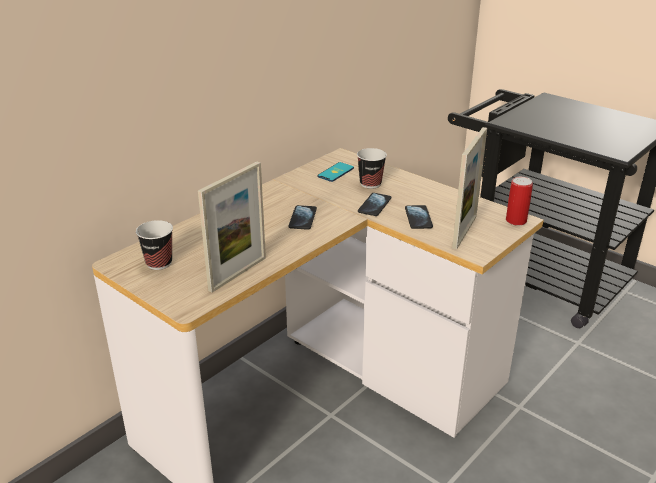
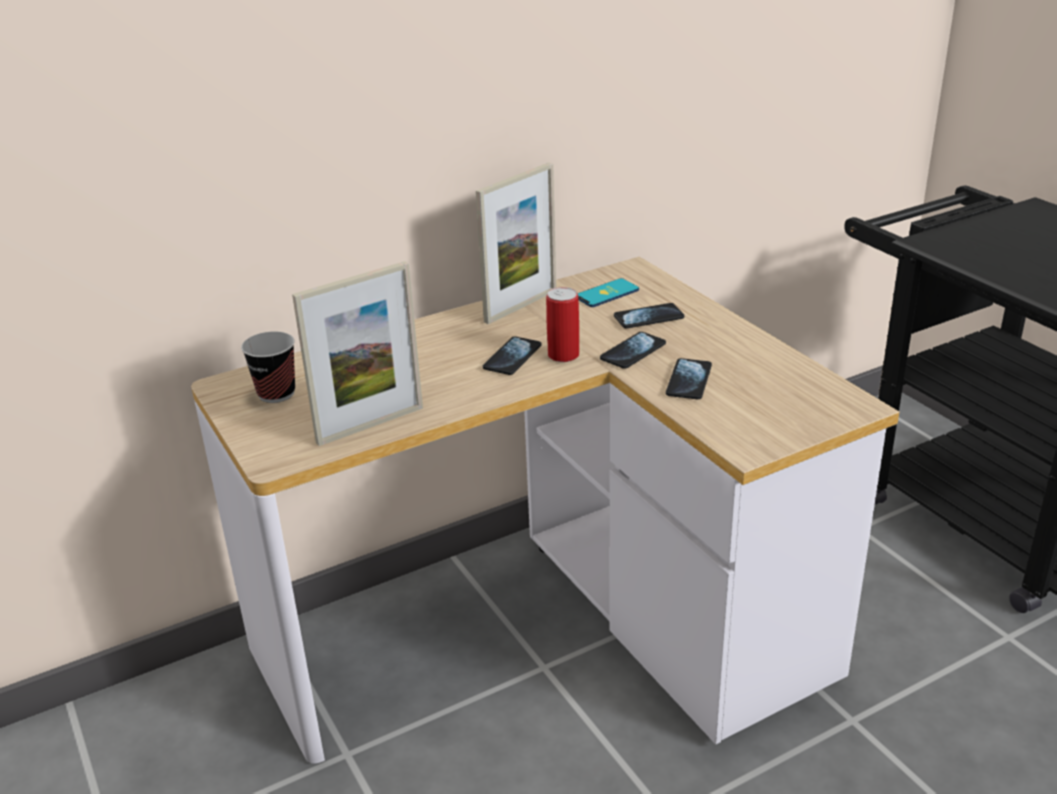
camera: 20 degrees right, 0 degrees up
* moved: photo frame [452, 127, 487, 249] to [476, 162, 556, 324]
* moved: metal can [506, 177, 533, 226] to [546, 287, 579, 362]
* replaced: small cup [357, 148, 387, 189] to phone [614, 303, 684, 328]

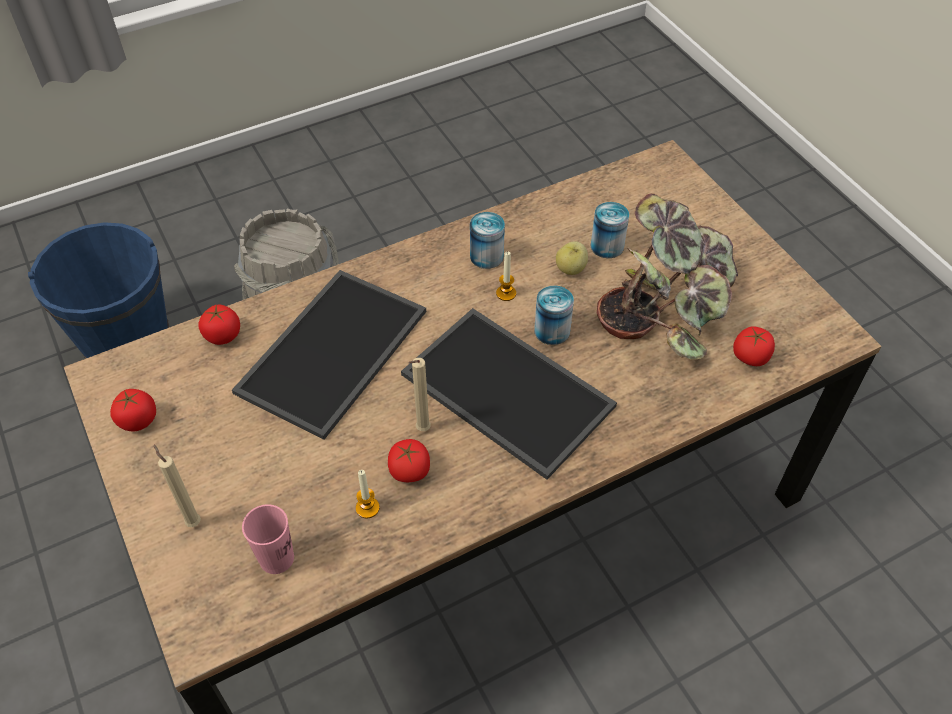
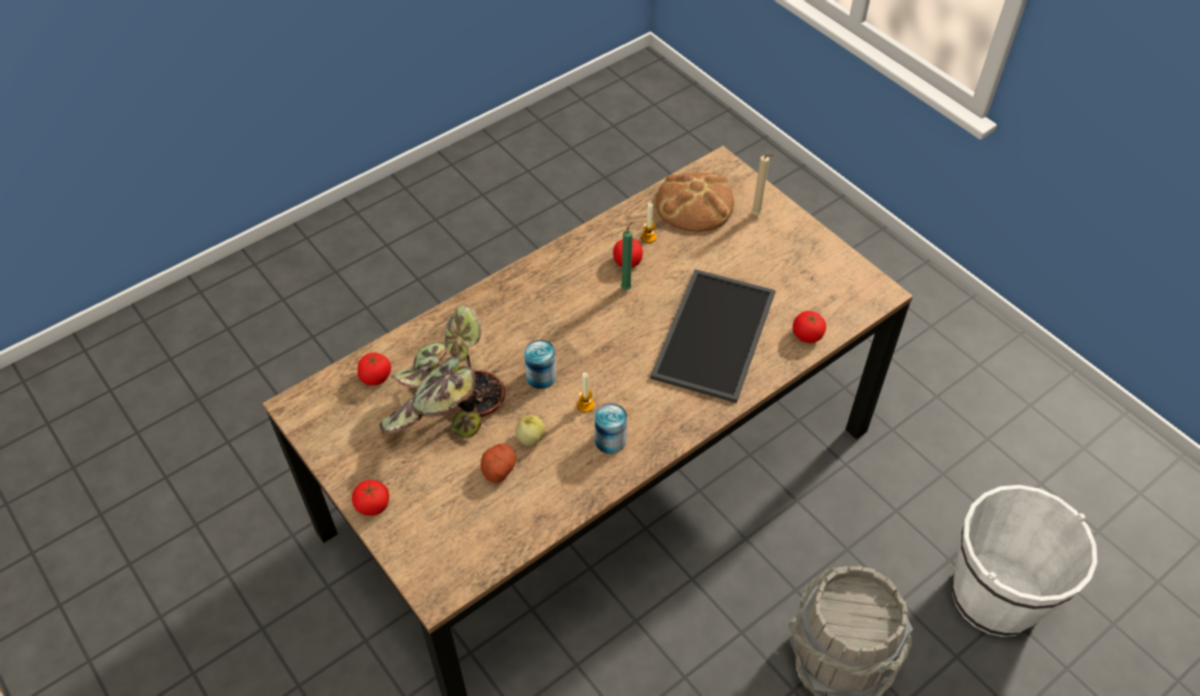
camera: 170 degrees right, 0 degrees up
* moved: tomato [110, 389, 156, 432] to [352, 480, 389, 516]
* replaced: metal can [591, 202, 629, 258] to potato [481, 444, 516, 483]
* recoloured: beige candle [409, 358, 431, 431] to greenish candle [621, 221, 633, 290]
* replaced: pinkish small cup [242, 504, 294, 574] to bread [656, 172, 734, 232]
* recoloured: blue bucket [28, 222, 169, 359] to white bucket [952, 485, 1097, 637]
* removed: tray [401, 308, 617, 480]

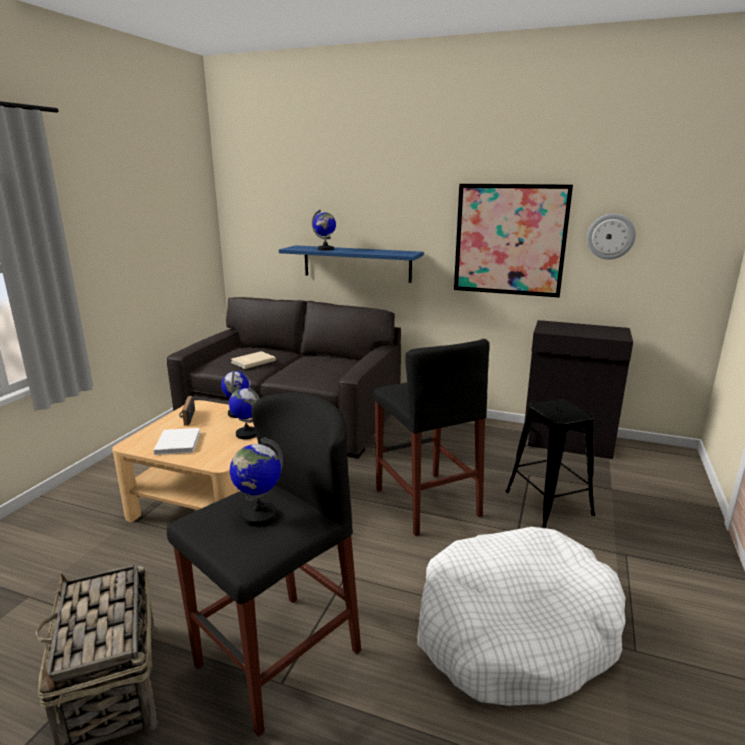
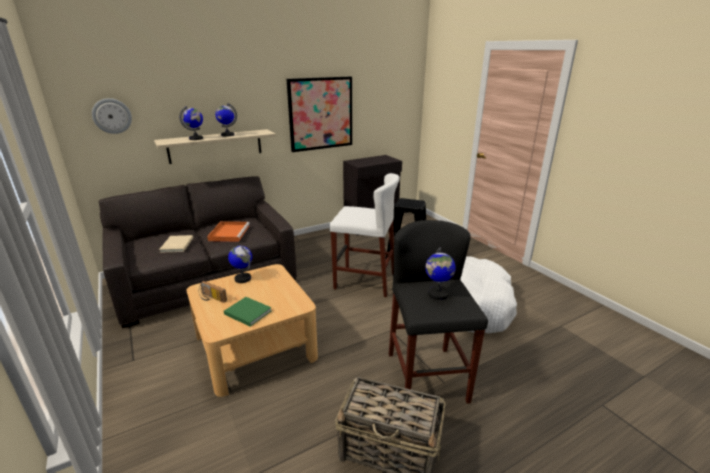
camera: 50 degrees left, 5 degrees up
* moved: hanging clock [587, 213, 636, 259] to [92, 98, 132, 134]
* recoloured: blue wall shelf [279, 245, 424, 283] to beige wall shelf [154, 129, 276, 164]
* added: orange tray [207, 221, 250, 242]
* moved: world globe [229, 387, 260, 439] to [215, 103, 237, 137]
* recoloured: white volume [154, 428, 200, 455] to greenish volume [224, 297, 272, 327]
* recoloured: blackish stool seat [373, 339, 490, 536] to white stool seat [329, 173, 400, 297]

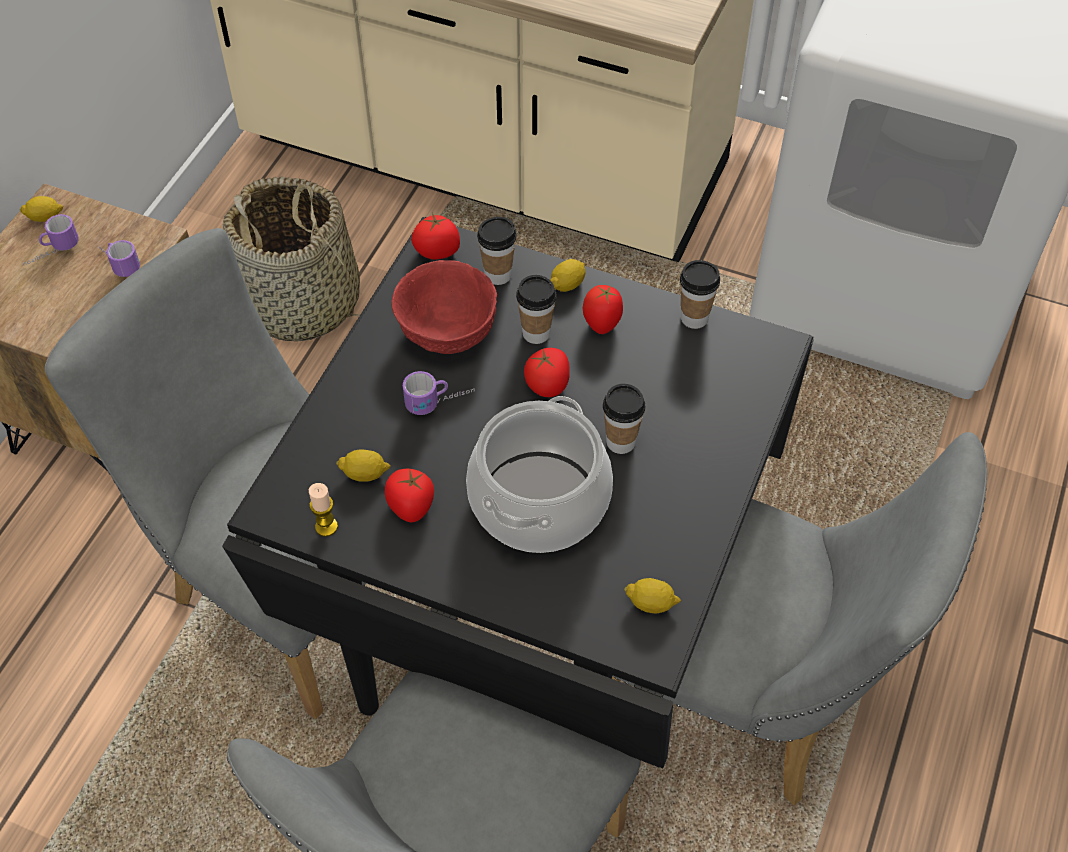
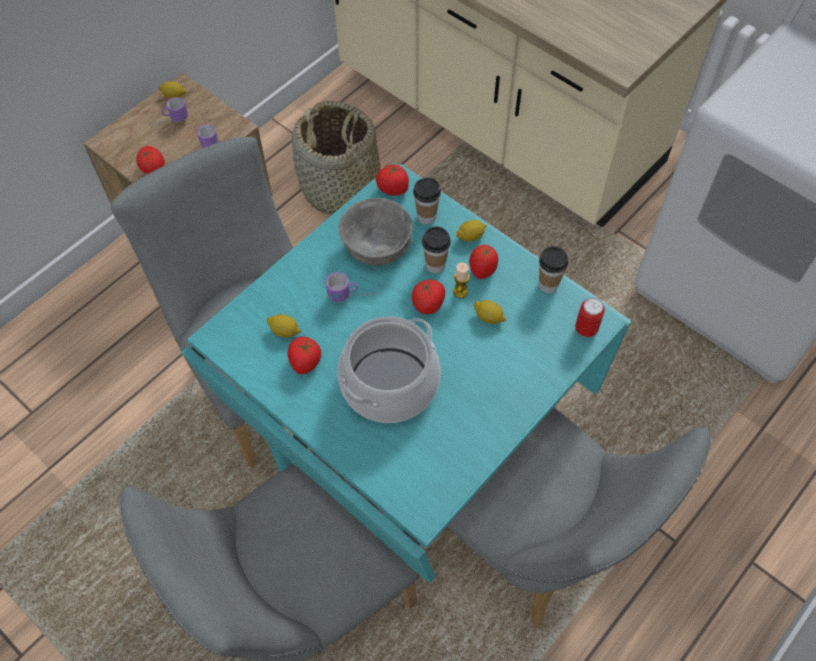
camera: 20 degrees right, 5 degrees up
* added: tomato [136, 146, 165, 174]
* recoloured: blackish dining table [222, 217, 814, 768] to turquoise dining table [182, 162, 631, 583]
* recoloured: red-coloured serving bowl [391, 260, 497, 354] to greyish serving bowl [339, 198, 413, 265]
* moved: candle [309, 483, 338, 537] to [453, 262, 470, 298]
* moved: lemon [624, 578, 681, 613] to [474, 300, 506, 324]
* added: metal can [575, 298, 605, 337]
* removed: small cup [603, 384, 646, 454]

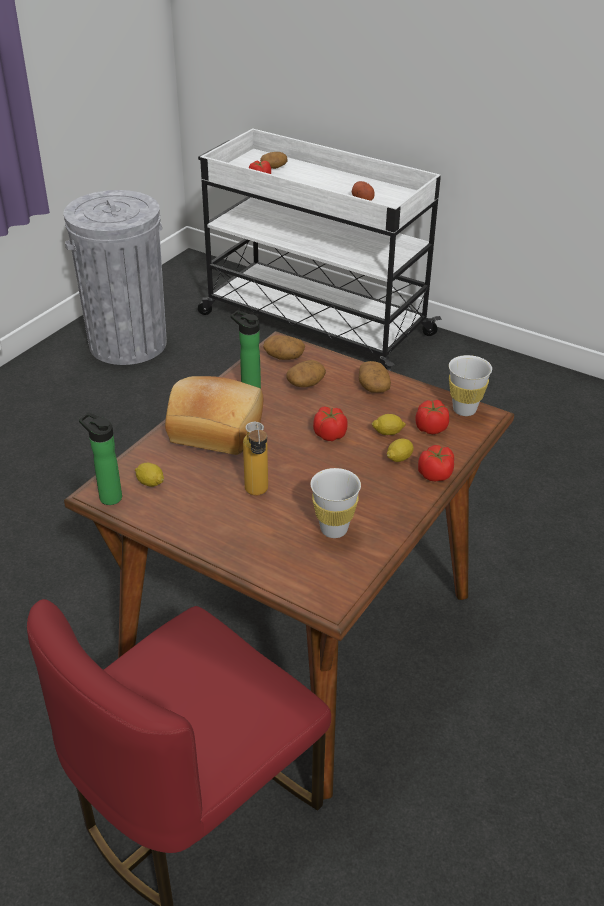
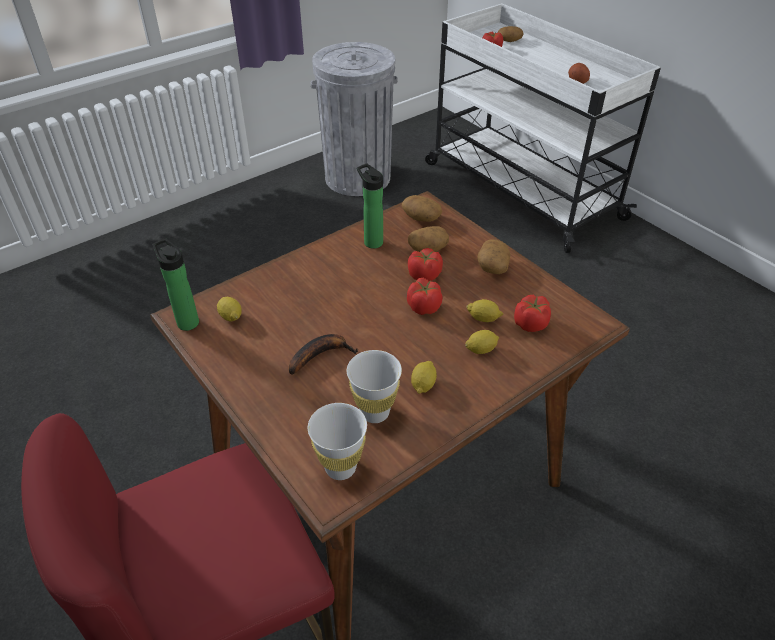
camera: 20 degrees right, 5 degrees up
* replaced: drink bottle [243, 422, 268, 495] to banana fruit [289, 334, 358, 375]
* moved: white small cup [449, 355, 492, 416] to [308, 403, 367, 480]
* moved: tomato [418, 445, 454, 481] to [408, 248, 443, 281]
* added: lemon [411, 361, 437, 394]
* removed: bread [165, 376, 263, 455]

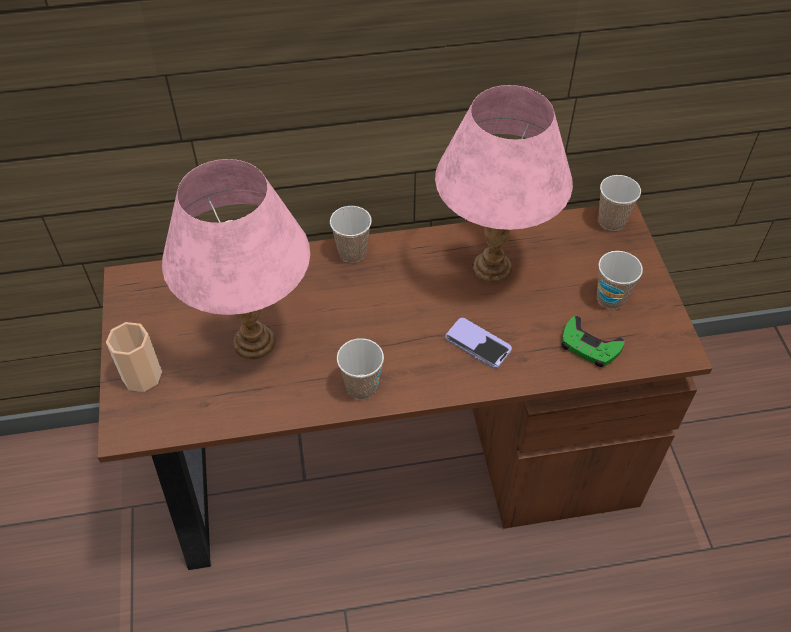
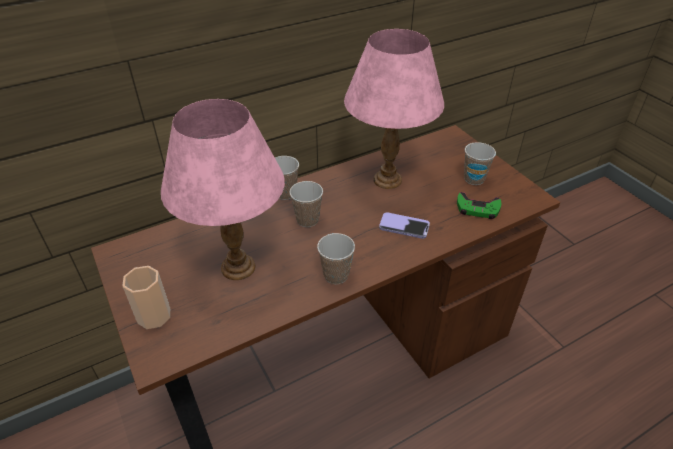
camera: 20 degrees left, 10 degrees down
* moved: small cup [598, 175, 641, 231] to [289, 181, 323, 227]

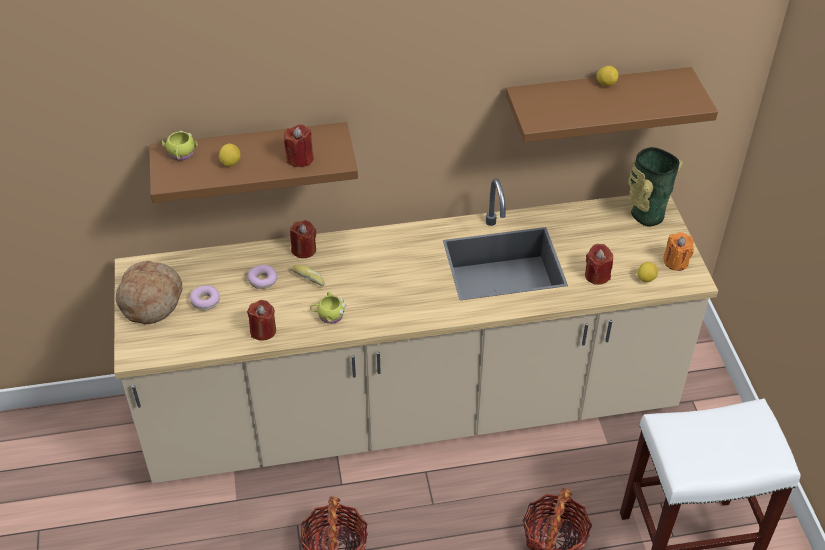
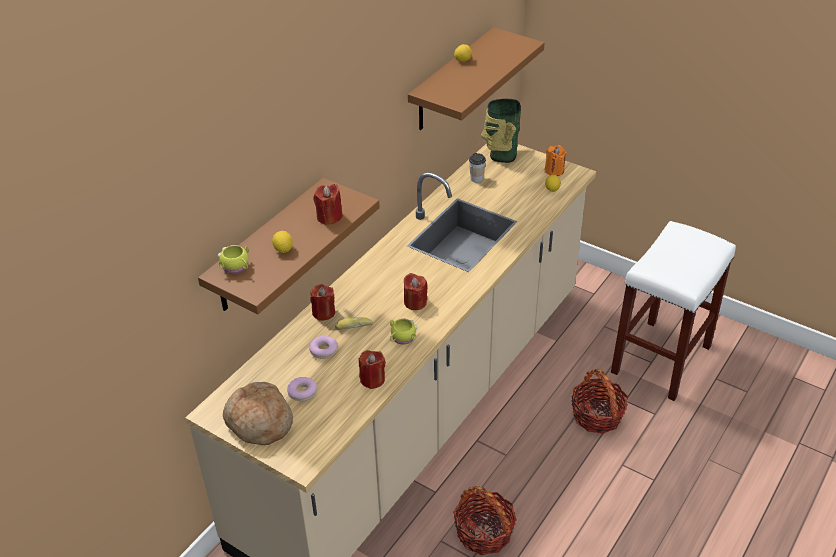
camera: 45 degrees left, 5 degrees down
* moved: red-coloured candle [585, 244, 613, 285] to [404, 273, 427, 310]
* added: small cup [469, 153, 486, 183]

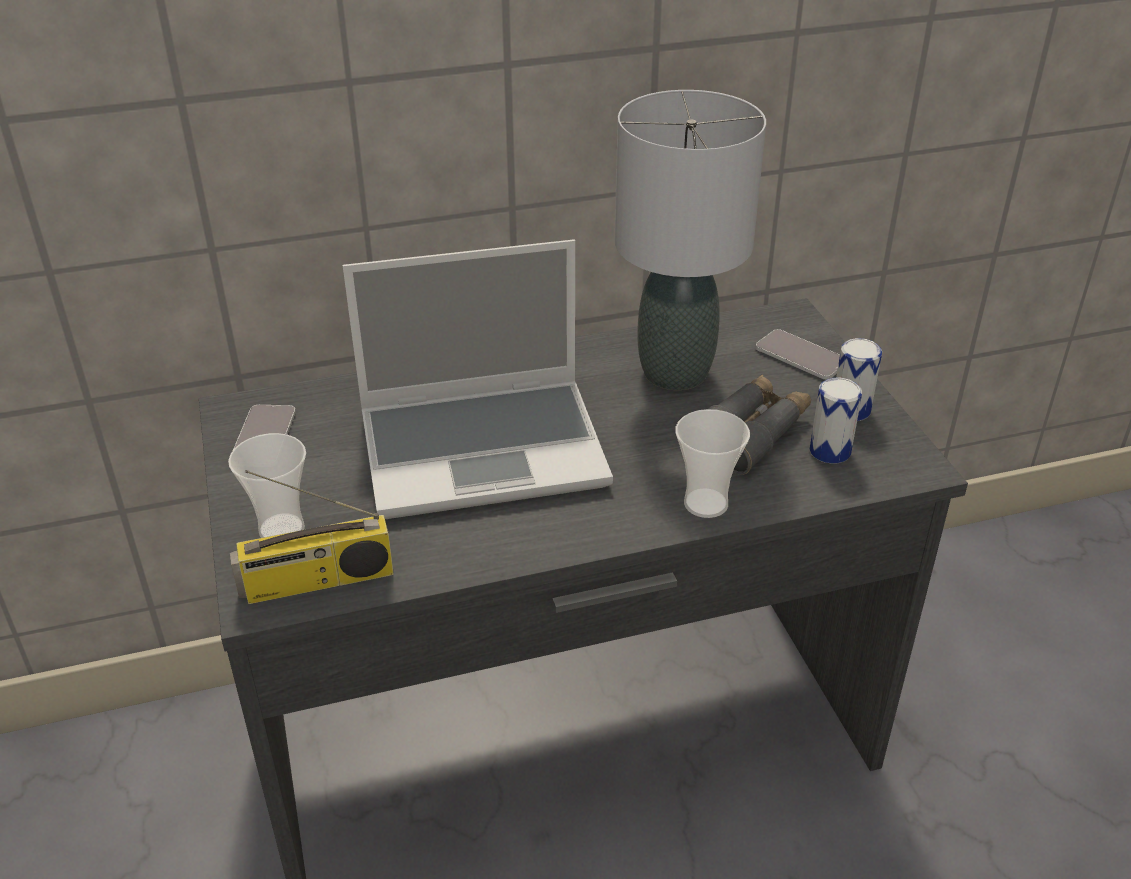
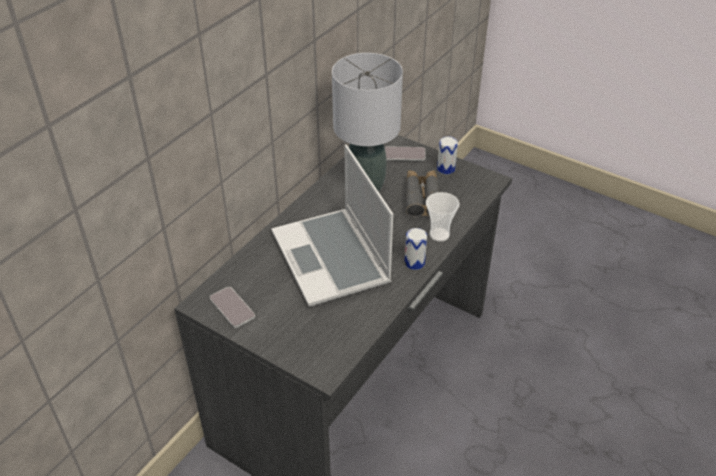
camera: 40 degrees left, 5 degrees up
* turned: notebook computer [343, 240, 613, 519] = [271, 145, 393, 307] 120 degrees clockwise
* moved: metal can [809, 377, 862, 464] to [404, 228, 427, 270]
* removed: small cup [228, 433, 306, 538]
* removed: radio [230, 470, 394, 604]

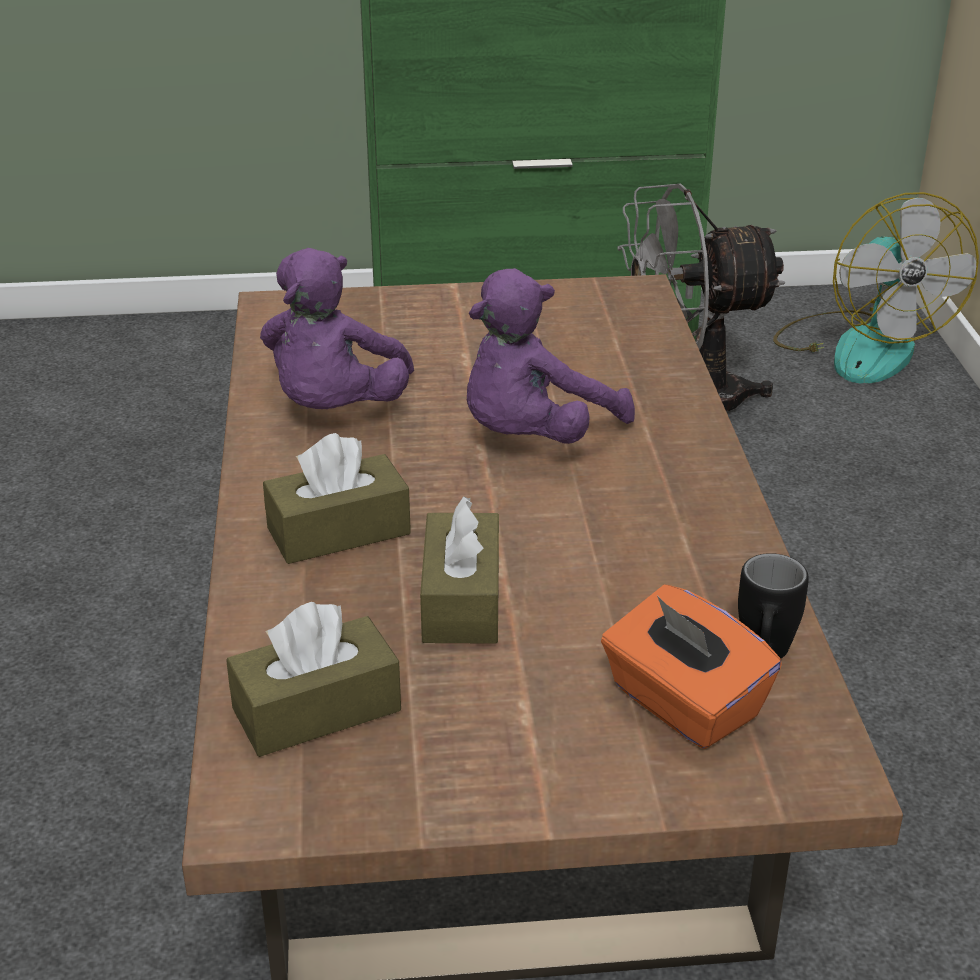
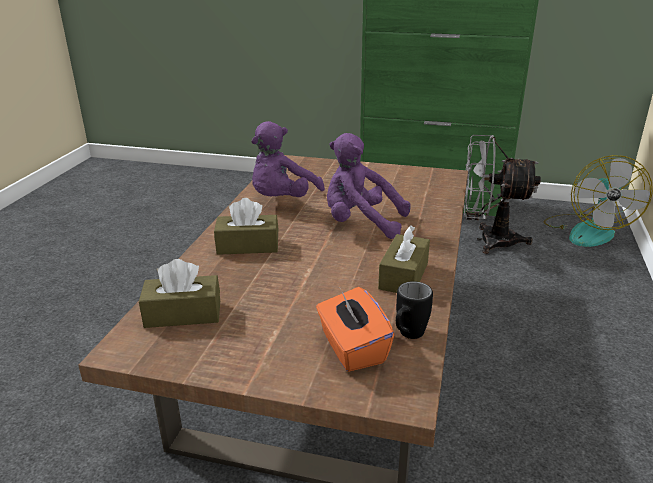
camera: 20 degrees right, 5 degrees down
* turned: purplish plush toy [467, 268, 635, 444] = [327, 133, 410, 239] 45 degrees clockwise
* moved: brownish tissue holder [420, 496, 499, 644] to [378, 225, 430, 293]

